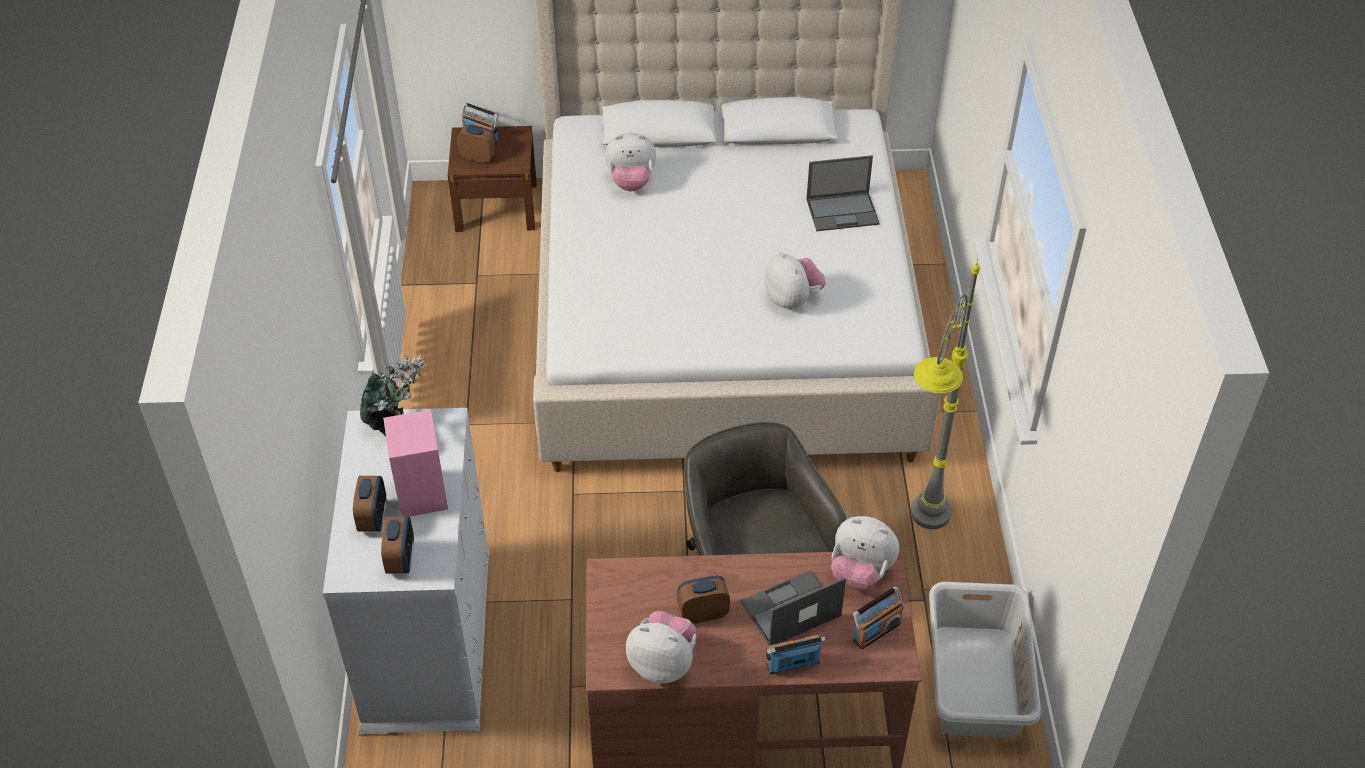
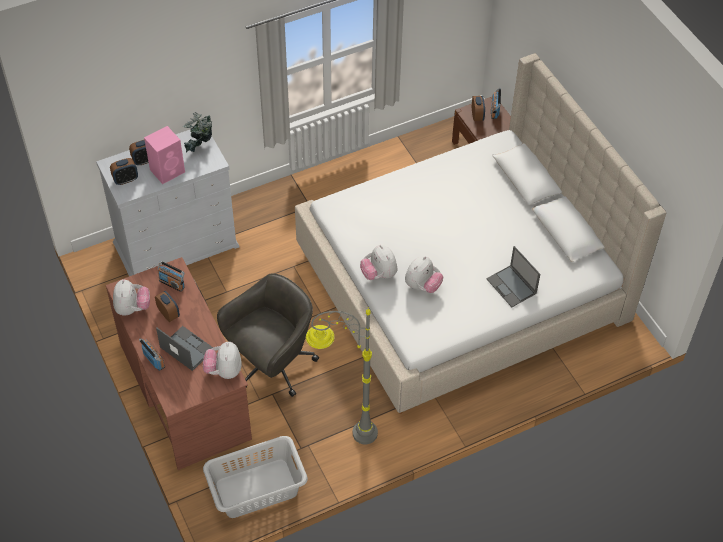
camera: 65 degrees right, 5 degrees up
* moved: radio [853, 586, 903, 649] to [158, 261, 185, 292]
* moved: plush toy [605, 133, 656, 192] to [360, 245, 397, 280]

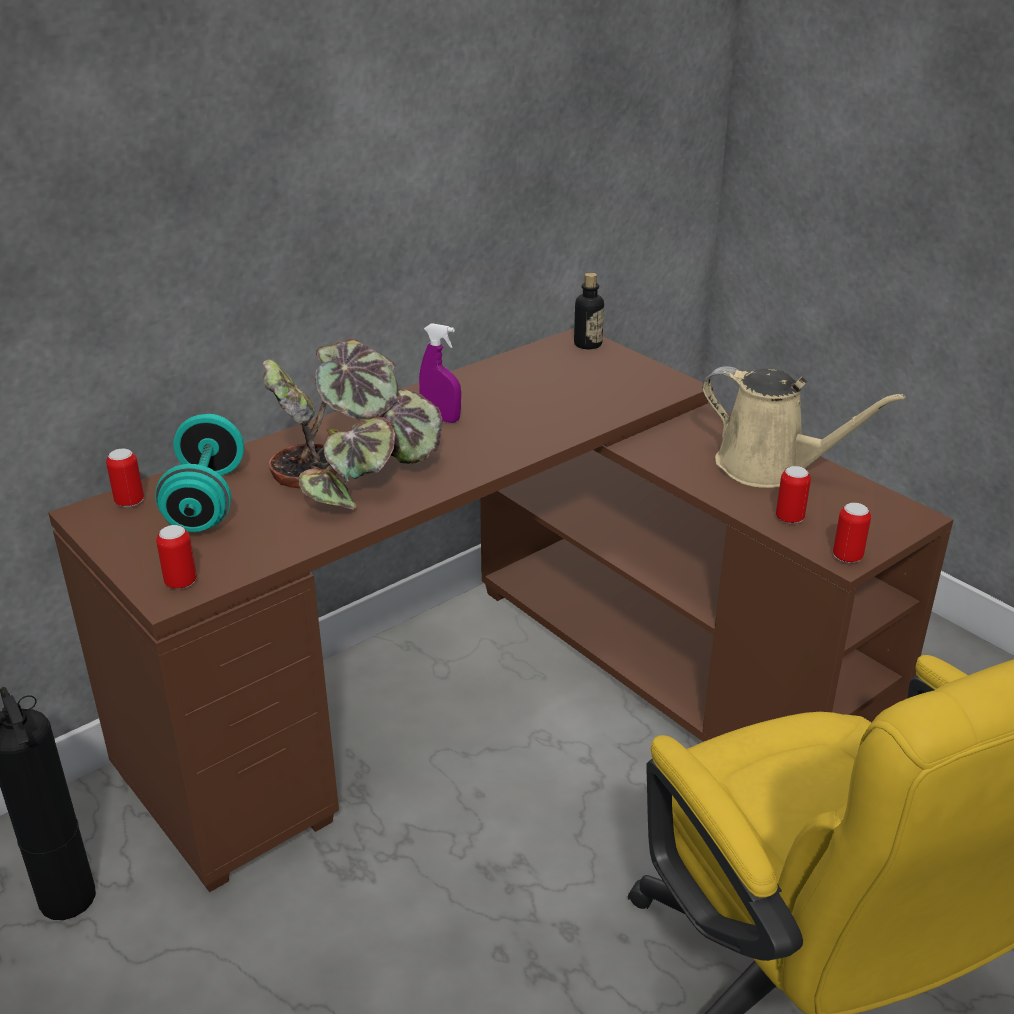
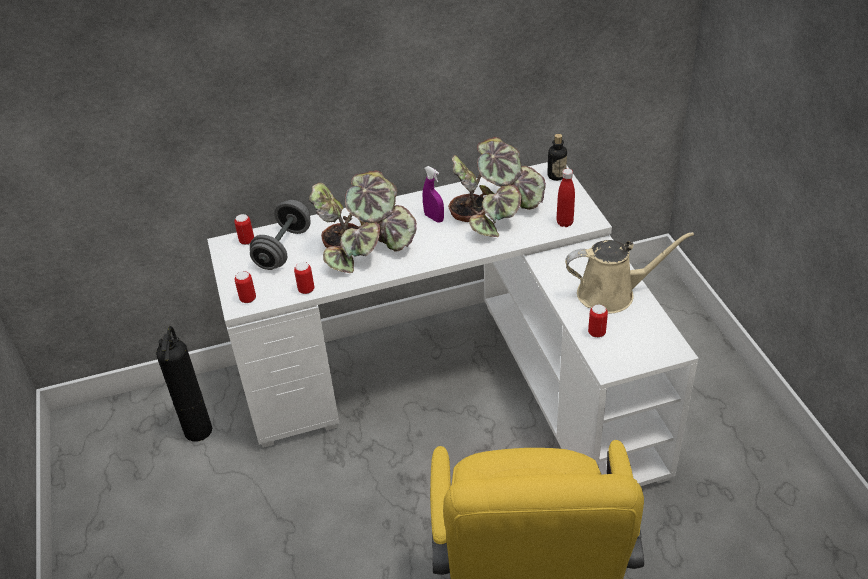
camera: 25 degrees right, 10 degrees up
* recoloured: brownish desk unit [48, 328, 954, 892] to white desk unit [207, 162, 698, 486]
* recoloured: turquoise dumbbell [155, 414, 244, 532] to greyish dumbbell [250, 200, 311, 270]
* moved: metal can [833, 503, 871, 563] to [294, 262, 314, 294]
* added: plant in a pot [448, 137, 546, 237]
* added: red-coloured drink bottle [557, 169, 575, 227]
* turned: beige watering pot [702, 366, 905, 488] = [565, 232, 694, 313] 60 degrees counterclockwise

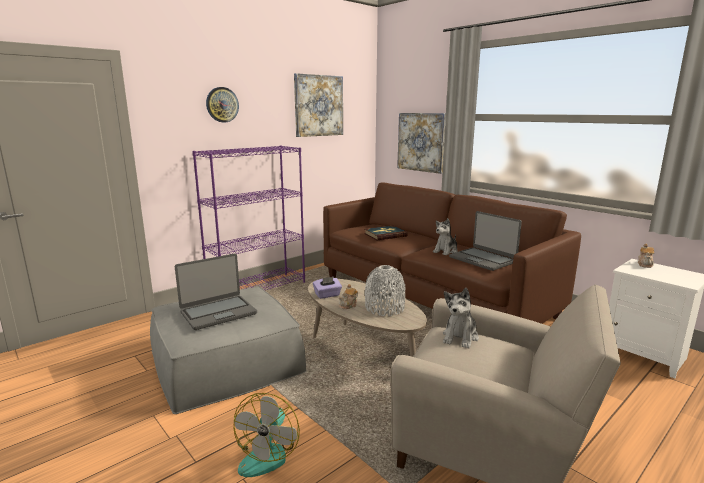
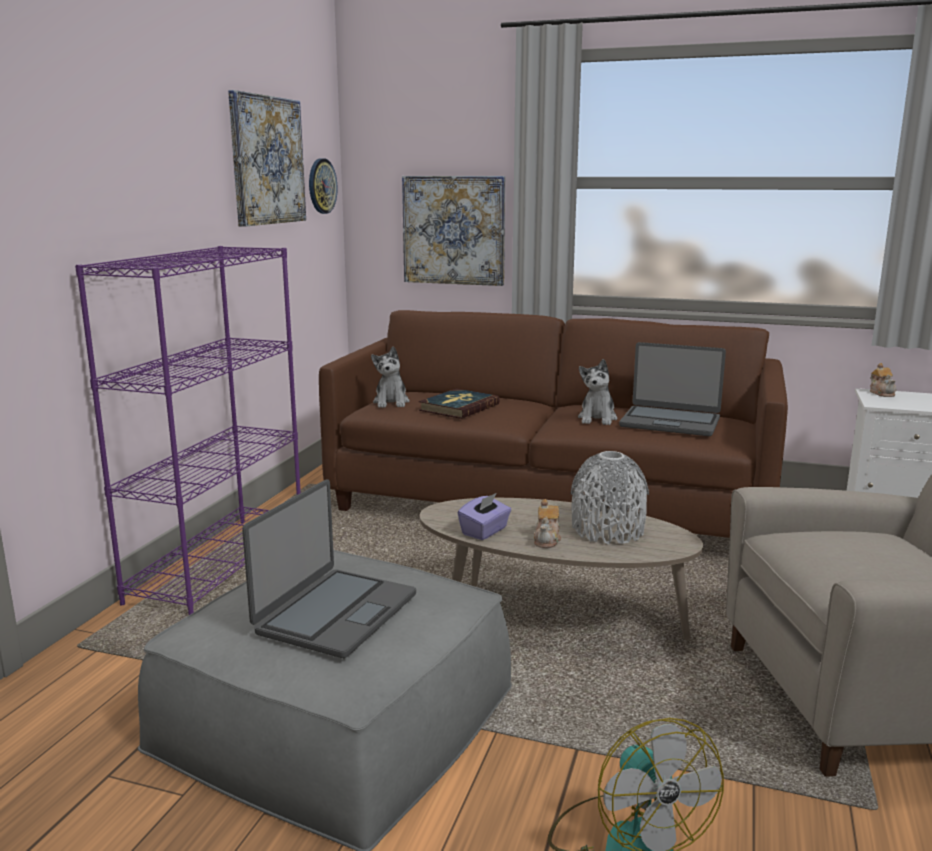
camera: 30 degrees left, 0 degrees up
* moved: hanging clock [206, 87, 239, 122] to [309, 158, 337, 214]
* moved: plush toy [443, 288, 479, 348] to [371, 346, 410, 408]

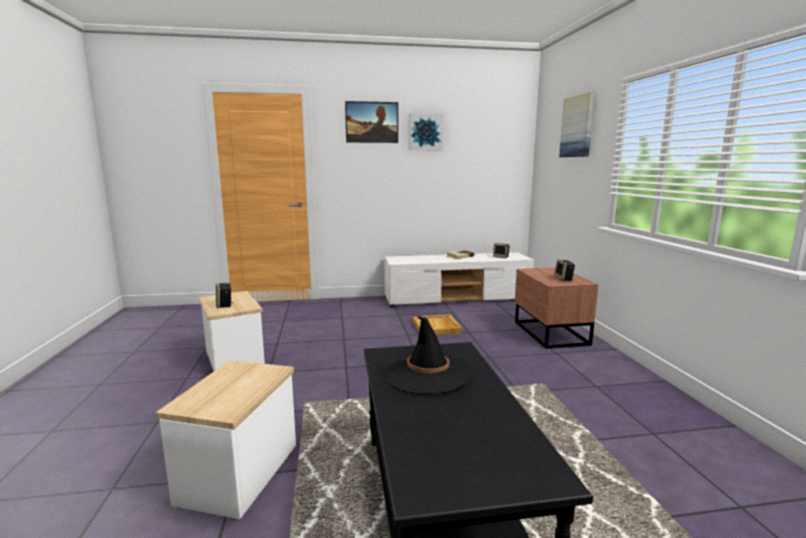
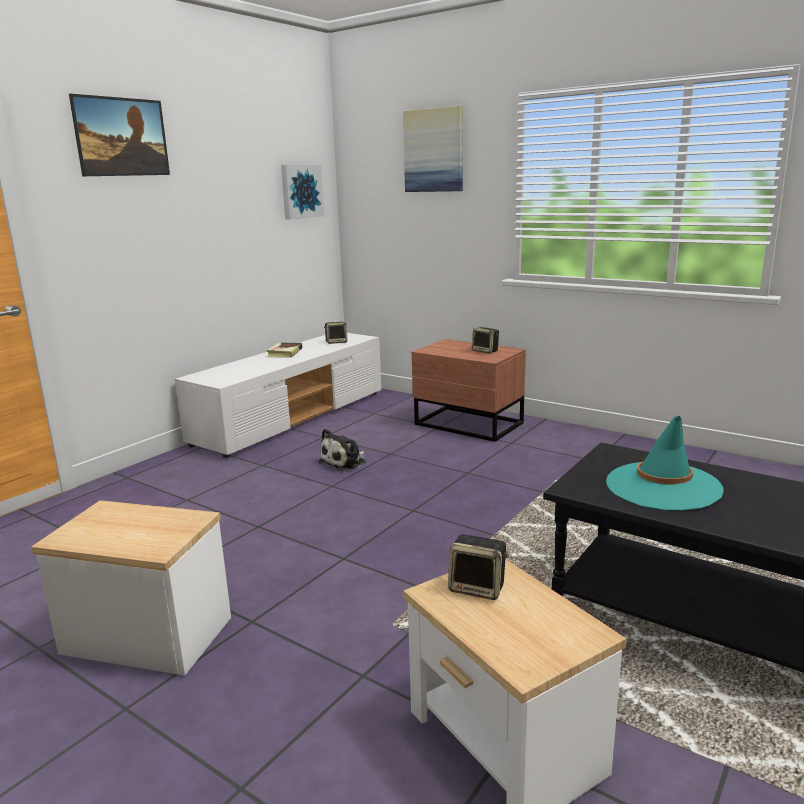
camera: 45 degrees left, 5 degrees up
* moved: wall picture [409, 113, 444, 150] to [281, 165, 324, 219]
* replaced: beige tray [413, 314, 462, 335] to plush toy [318, 429, 366, 471]
* moved: loudspeaker [216, 283, 233, 308] to [448, 534, 509, 600]
* recoloured: blackish clothing hat [384, 316, 472, 394] to turquoise clothing hat [606, 416, 724, 511]

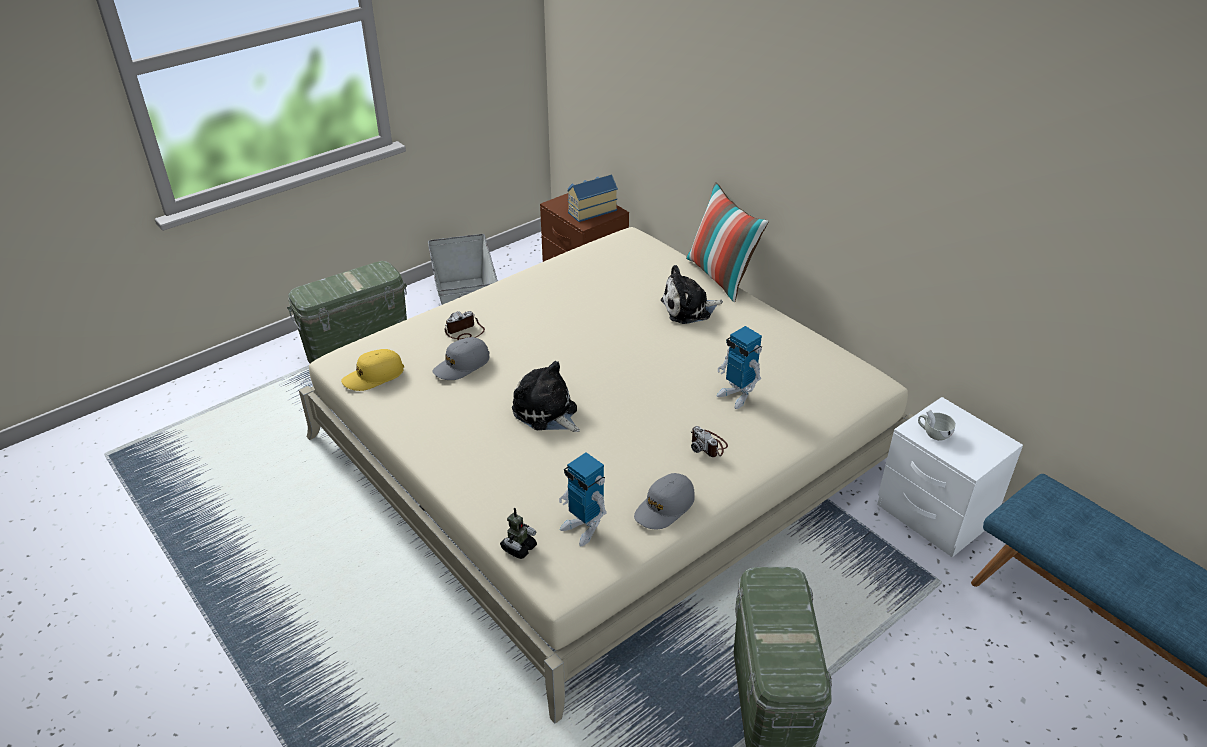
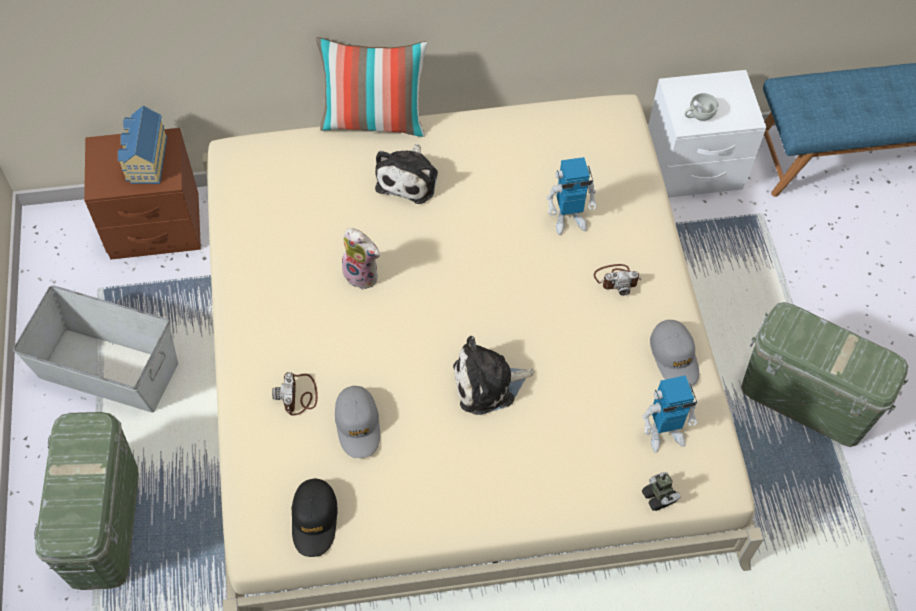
camera: 60 degrees left, 20 degrees up
* recoloured: yellow-coloured cap [341, 349, 404, 391] to blackish cap [291, 478, 338, 557]
* added: plush toy [342, 228, 380, 290]

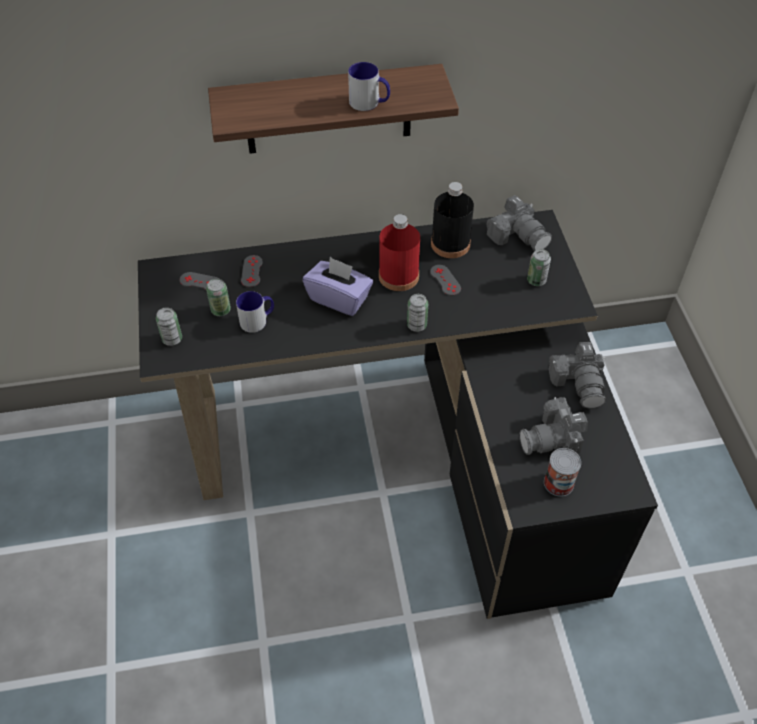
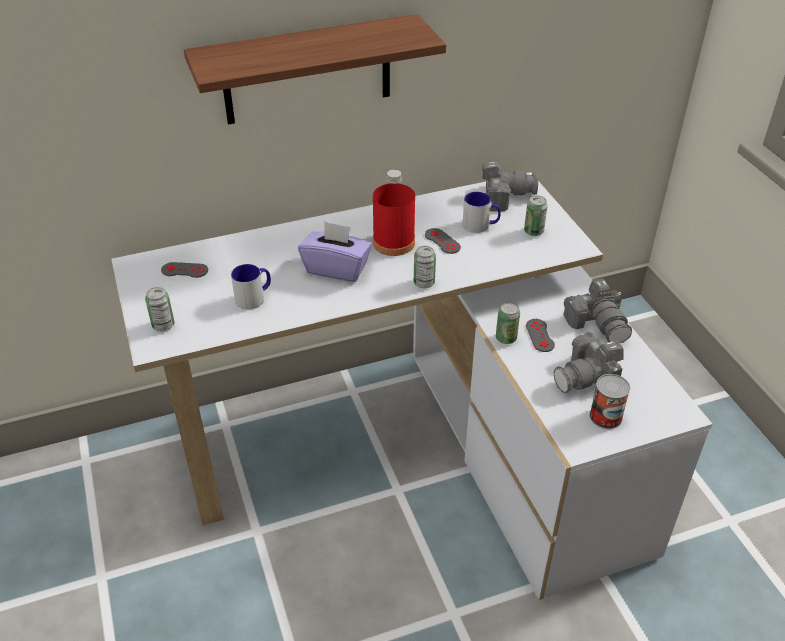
camera: 10 degrees left, 10 degrees down
* recoloured: blackish desk unit [138, 210, 658, 619] to white desk unit [111, 172, 712, 600]
* moved: tea mug [348, 62, 390, 111] to [463, 192, 501, 233]
* turned: photo camera [486, 195, 552, 251] = [482, 162, 538, 212] 45 degrees counterclockwise
* moved: metal can [206, 279, 231, 316] to [496, 302, 520, 344]
* moved: greyish gamepad [241, 255, 263, 287] to [526, 319, 555, 352]
* removed: blackish drink bottle [431, 182, 474, 258]

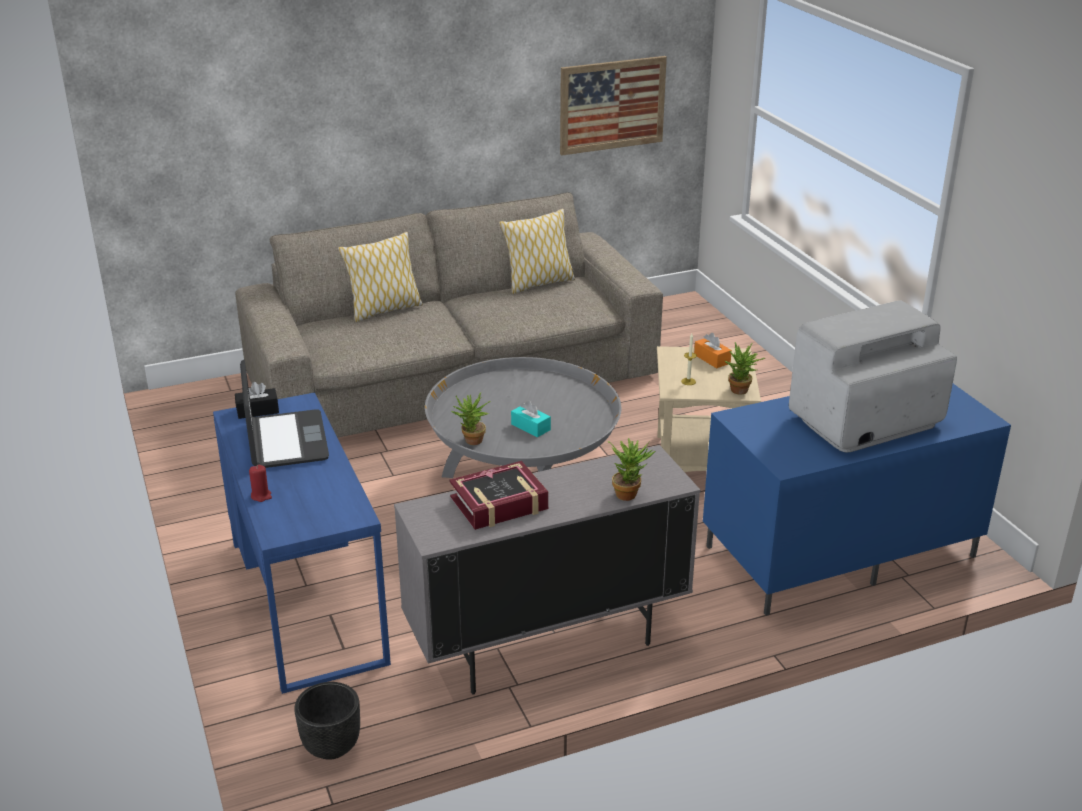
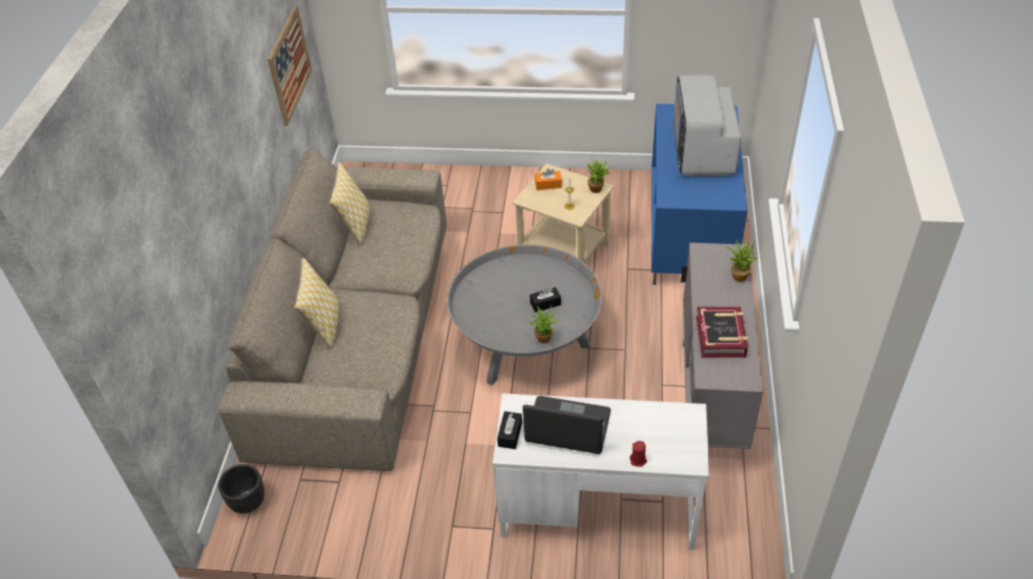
camera: 60 degrees left, 15 degrees up
* moved: blackish flower pot [294, 682, 360, 760] to [218, 464, 265, 513]
* recoloured: blue desk unit [213, 392, 391, 694] to white desk unit [492, 393, 709, 550]
* recoloured: turquoise tissue holder [511, 401, 551, 437] to blackish tissue holder [530, 287, 561, 312]

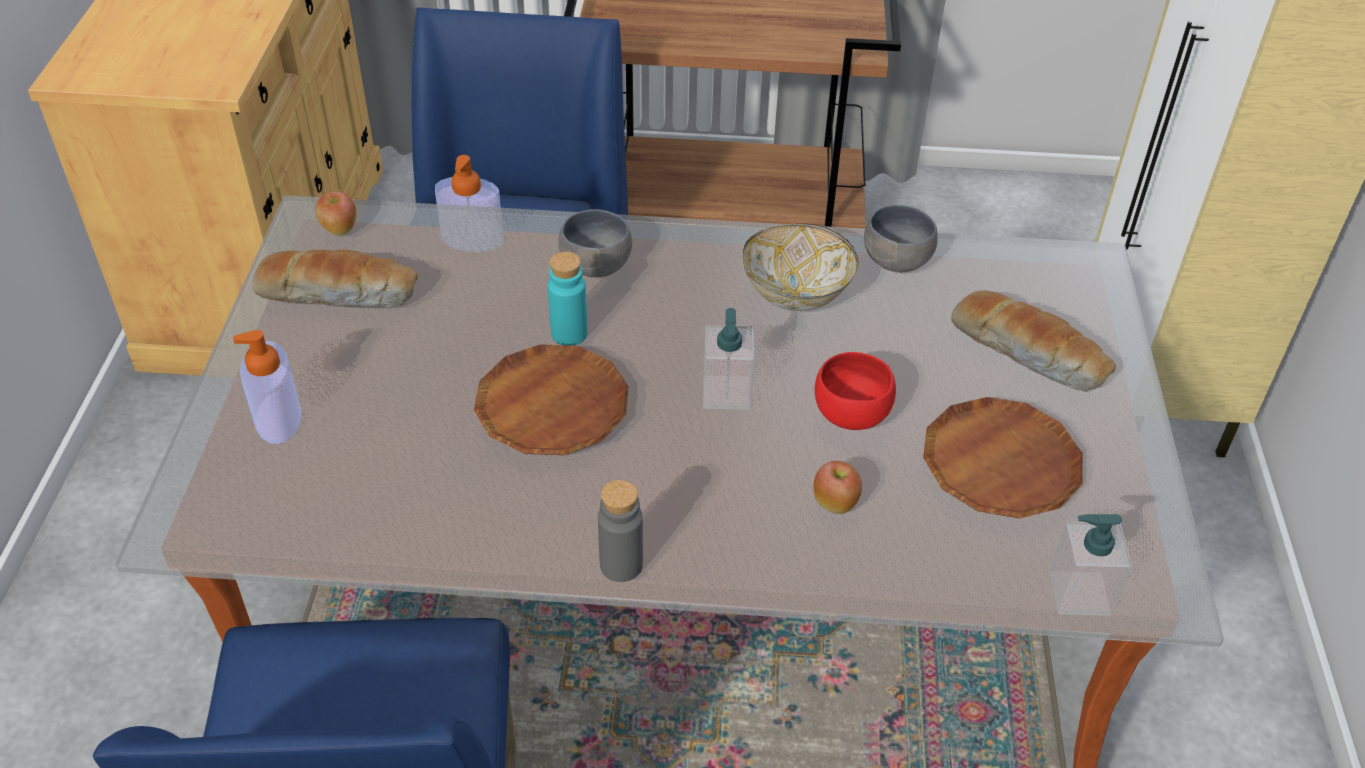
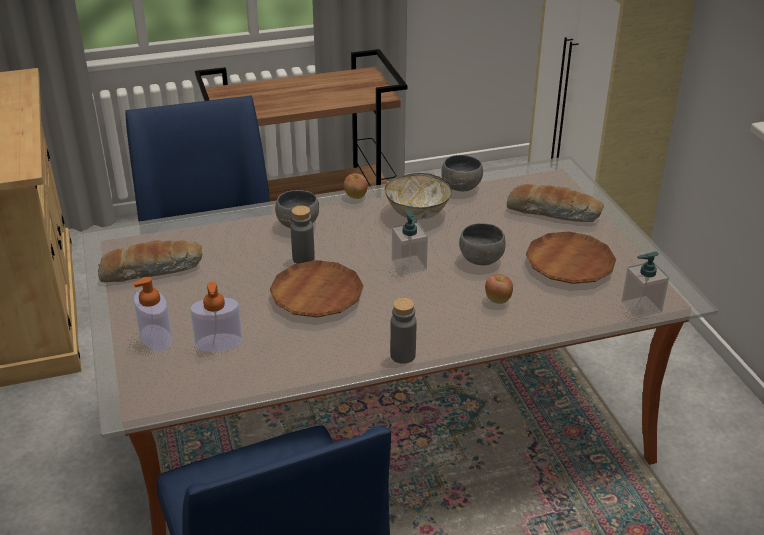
camera: 20 degrees left, 10 degrees down
* moved: soap bottle [435, 155, 504, 252] to [190, 282, 243, 352]
* recoloured: turquoise drink bottle [548, 252, 588, 346] to greyish drink bottle [291, 206, 315, 264]
* moved: whole apple [315, 192, 356, 236] to [344, 173, 368, 199]
* recoloured: red-coloured serving bowl [815, 352, 896, 430] to greyish serving bowl [459, 223, 506, 265]

